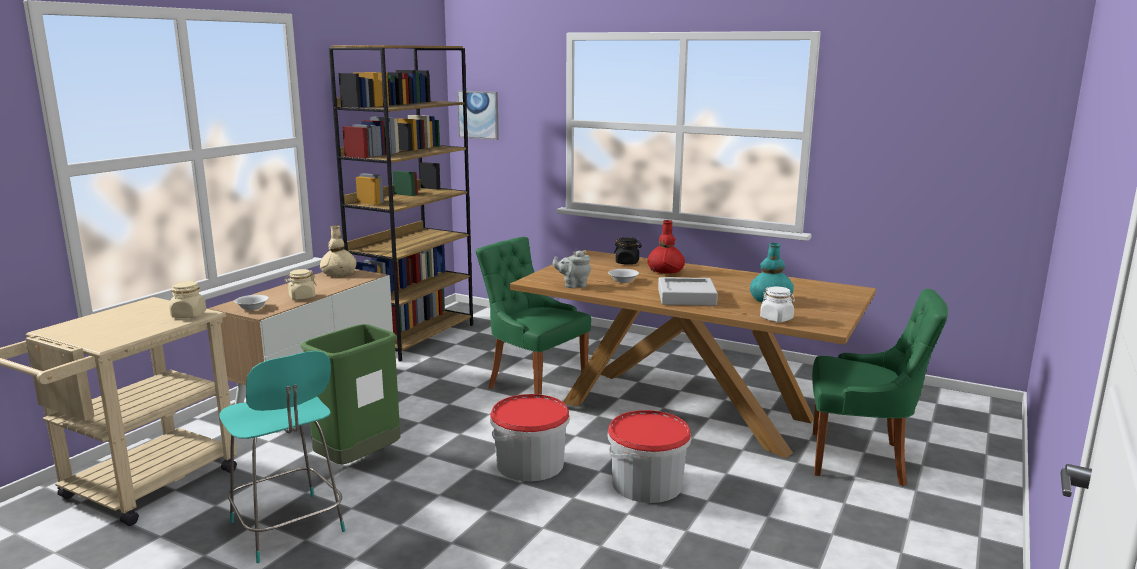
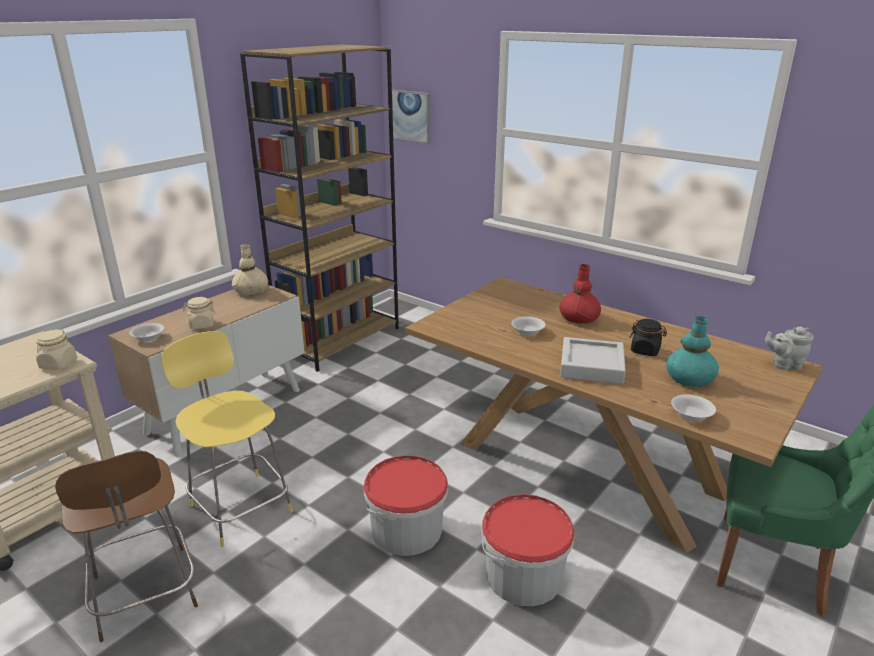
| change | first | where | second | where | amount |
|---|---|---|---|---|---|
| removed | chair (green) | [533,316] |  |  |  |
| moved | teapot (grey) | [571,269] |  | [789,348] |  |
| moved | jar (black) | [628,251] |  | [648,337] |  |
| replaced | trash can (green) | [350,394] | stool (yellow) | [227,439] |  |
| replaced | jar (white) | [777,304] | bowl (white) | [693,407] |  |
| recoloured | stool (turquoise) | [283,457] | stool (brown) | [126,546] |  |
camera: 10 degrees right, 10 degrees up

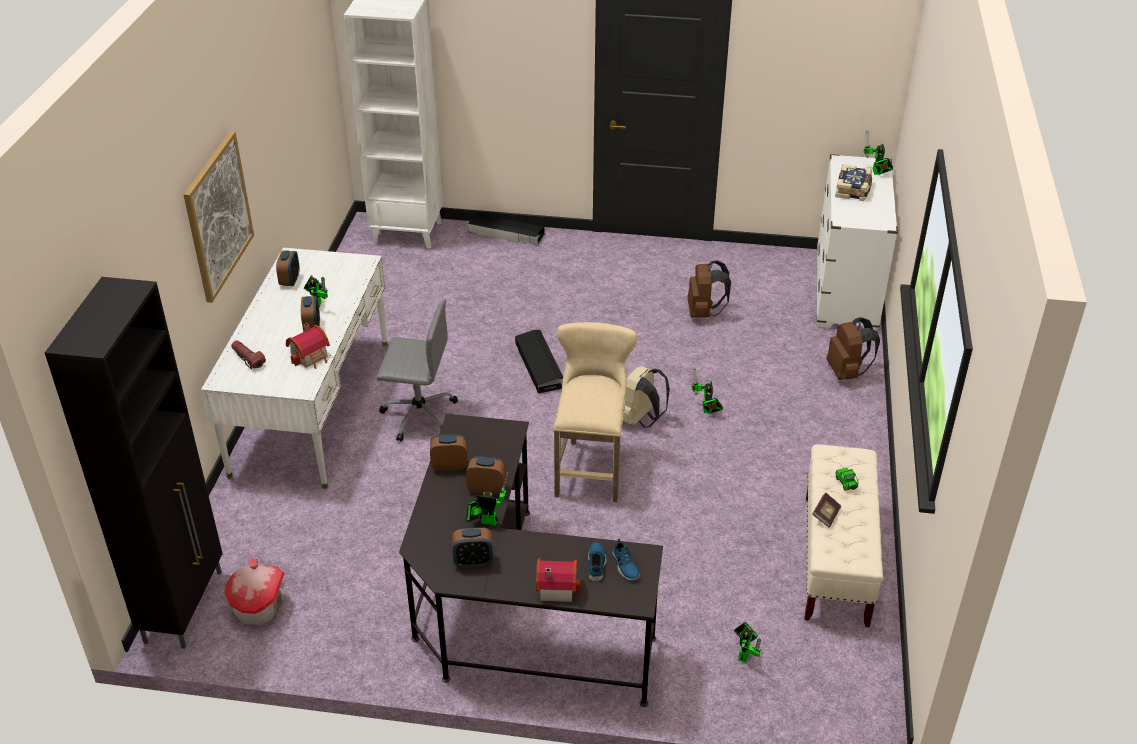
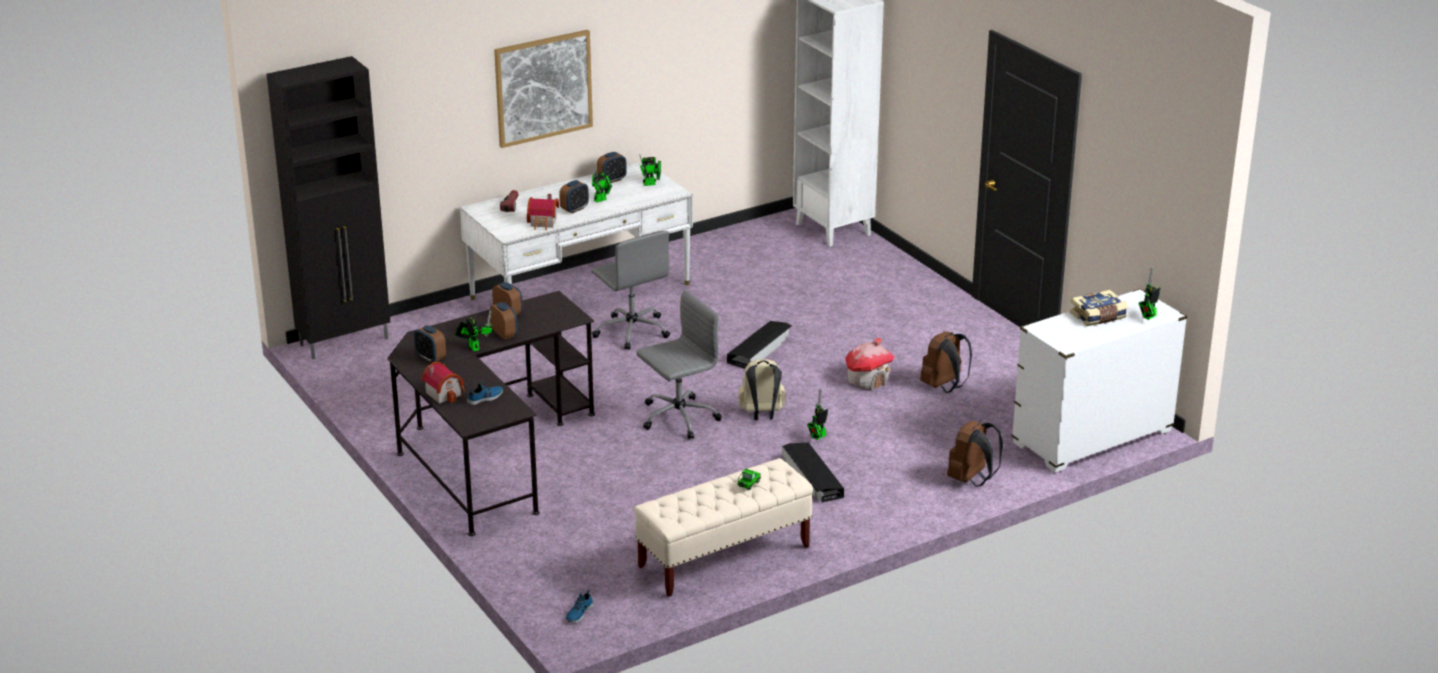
| change | first | where | second | where | amount |
|---|---|---|---|---|---|
| removed | book | [826,509] |  |  |  |
| moved | toy house | [255,591] |  | [870,364] |  |
| moved | storage box (black) | [506,229] |  | [813,473] |  |
| moved | shoe | [626,559] |  | [580,606] |  |
| moved | toy robot | [748,642] |  | [650,171] |  |
| replaced | stool (beige) | [595,412] | office chair (grey) | [679,364] |  |
camera: 50 degrees right, 10 degrees down

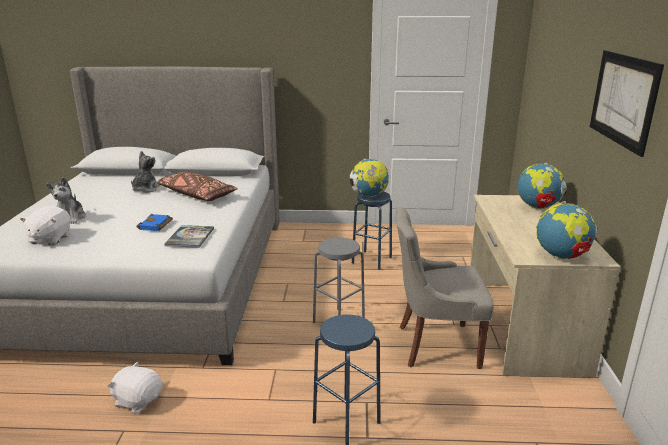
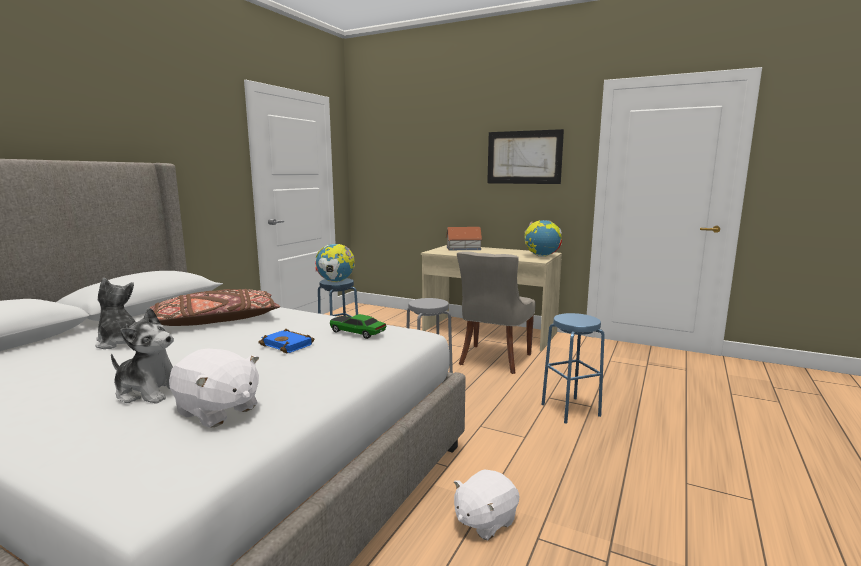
| change | first | where | second | where | amount |
|---|---|---|---|---|---|
| replaced | book | [189,236] | toy car | [358,326] |  |
| replaced | globe | [542,186] | toy house | [464,238] |  |
camera: 65 degrees left, 10 degrees down

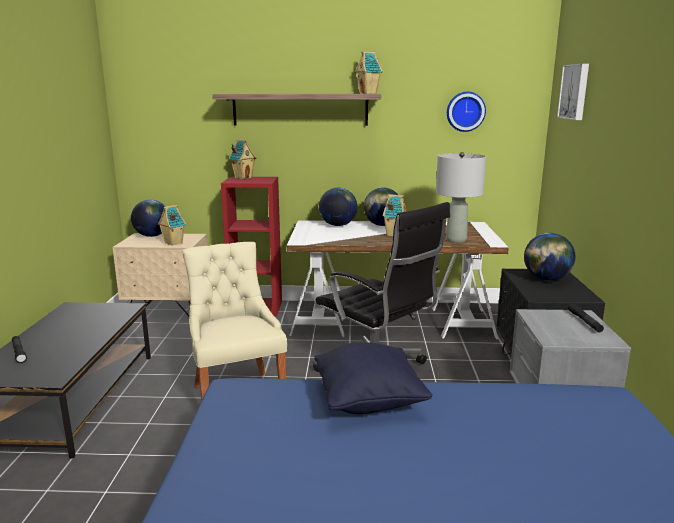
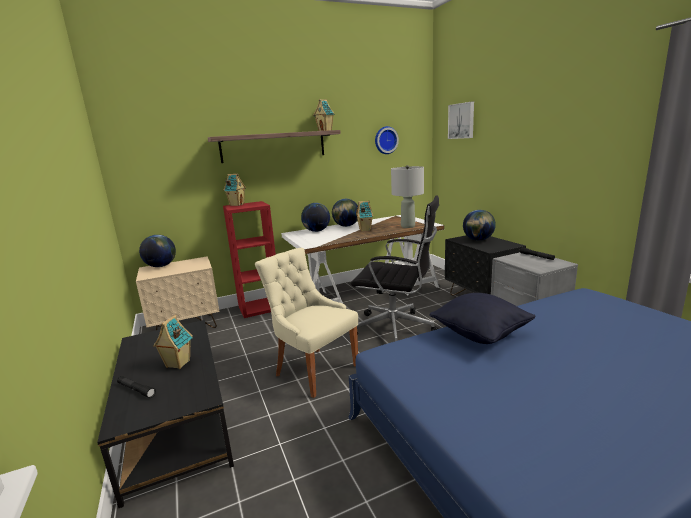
| change | first | where | second | where | amount |
|---|---|---|---|---|---|
| moved | toy house | [172,225] |  | [173,342] |  |
camera: 25 degrees left, 0 degrees up

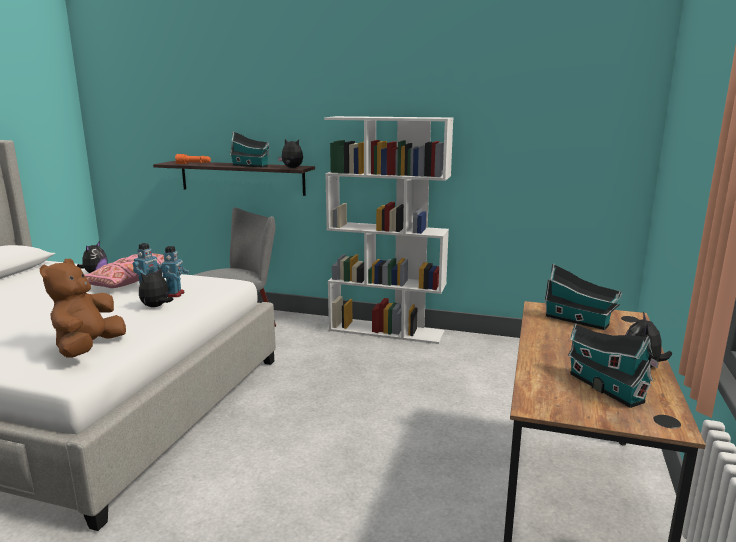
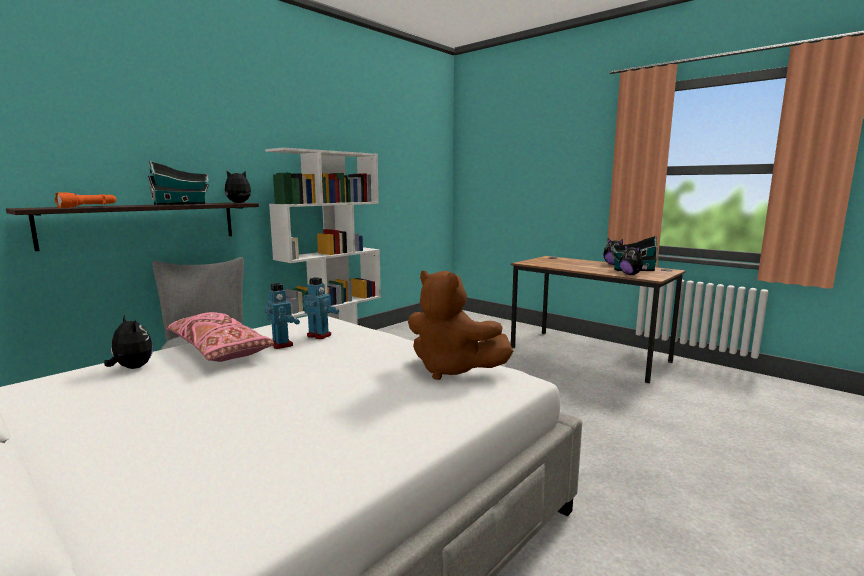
| change | first | where | second | where | amount |
|---|---|---|---|---|---|
| removed | toy house | [583,297] |  |  |  |
| moved | plush toy | [156,287] |  | [633,260] |  |
camera: 65 degrees left, 5 degrees down

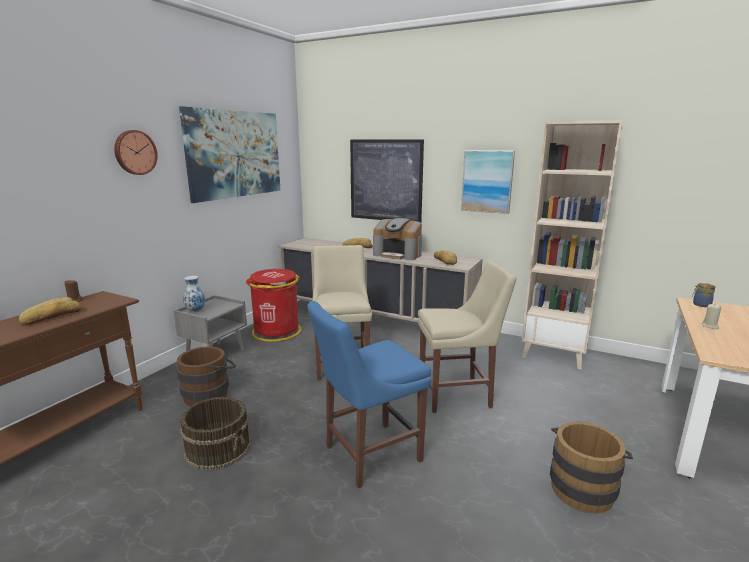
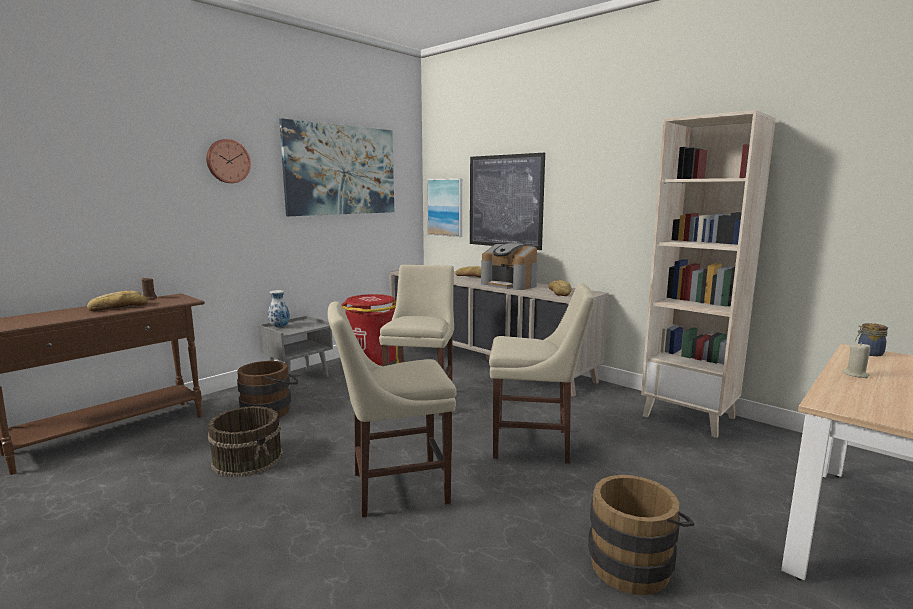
| change | first | where | second | where | amount |
|---|---|---|---|---|---|
| moved | picture | [488,182] |  | [444,208] |  |
| recoloured | chair (blue) | [369,394] | chair (beige) | [392,409] |  |
camera: 15 degrees right, 5 degrees down

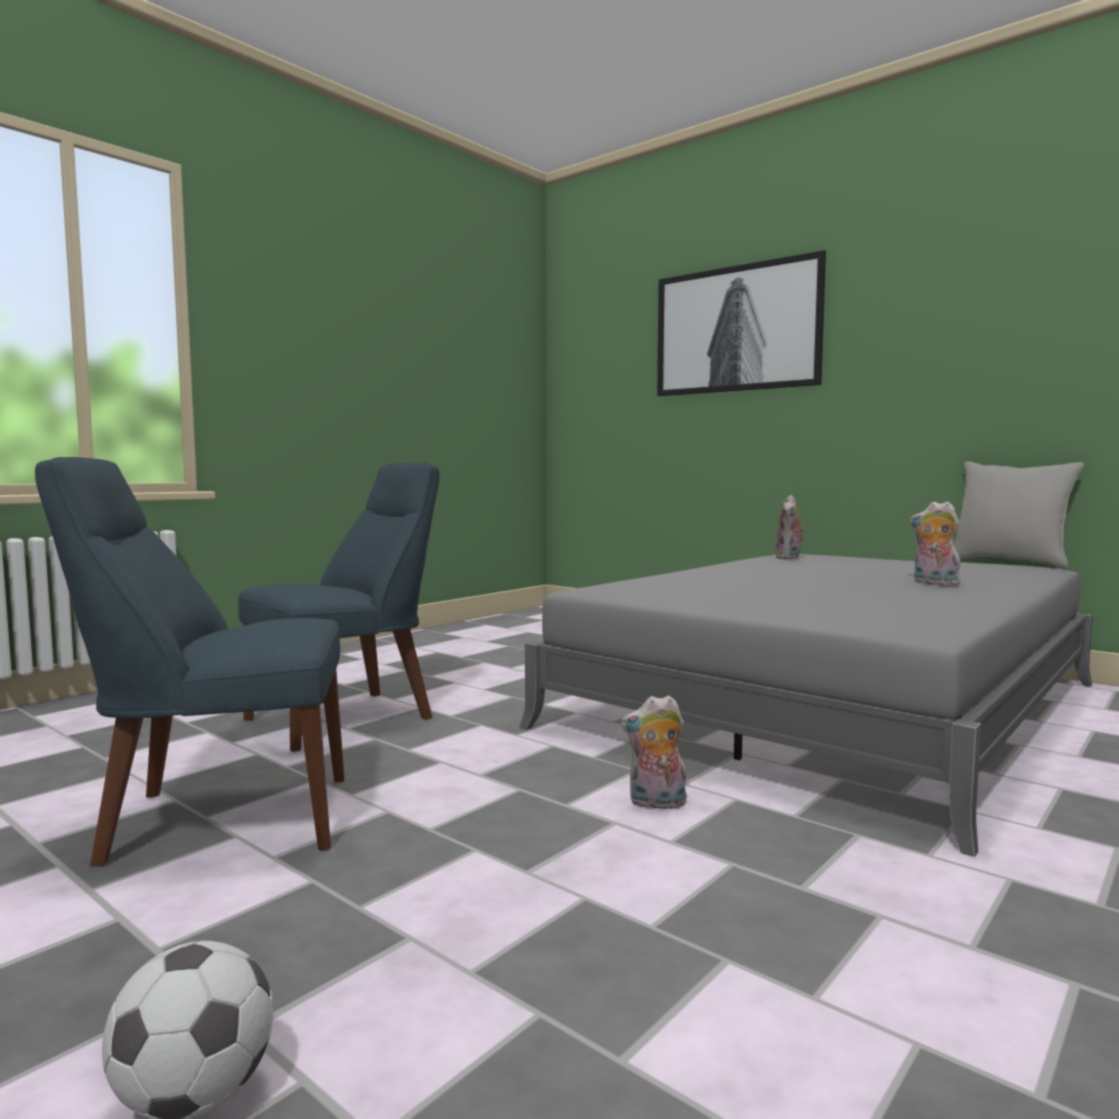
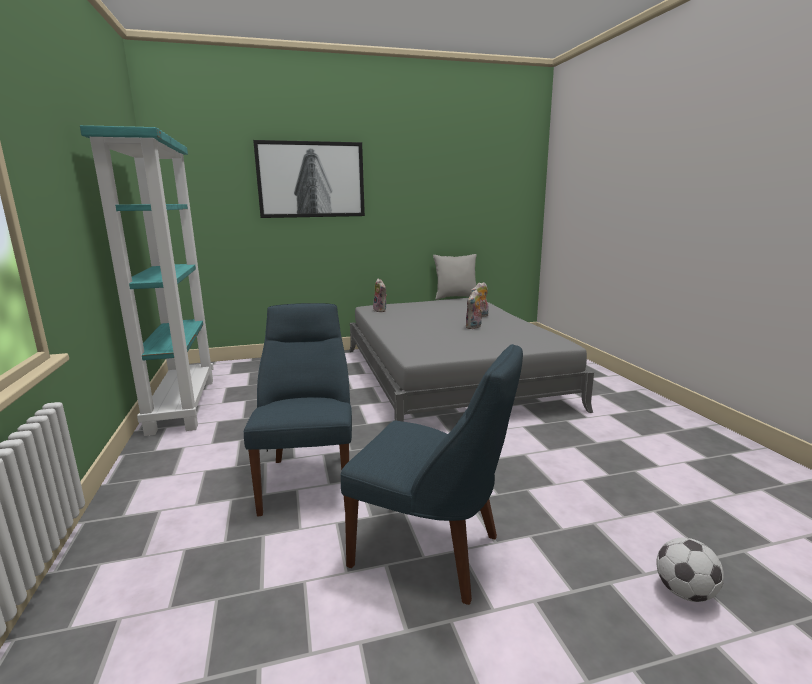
| change | first | where | second | where | amount |
|---|---|---|---|---|---|
| added |  |  | bookcase (turquoise) | [147,280] |  |
| moved | plush toy | [654,752] |  | [474,309] |  |
| turned | chair (blue) | [190,662] |  | [432,474] | 90 degrees counterclockwise |
camera: 55 degrees left, 10 degrees up

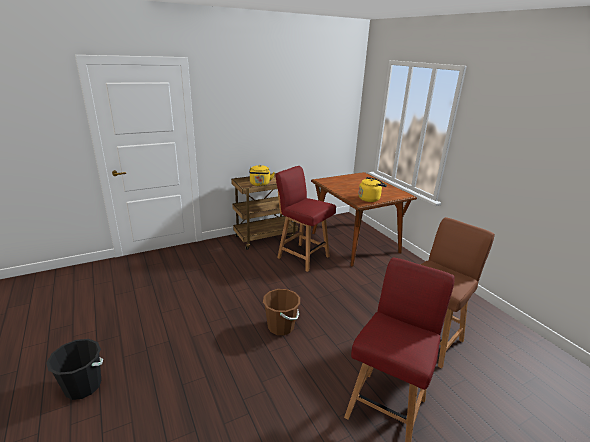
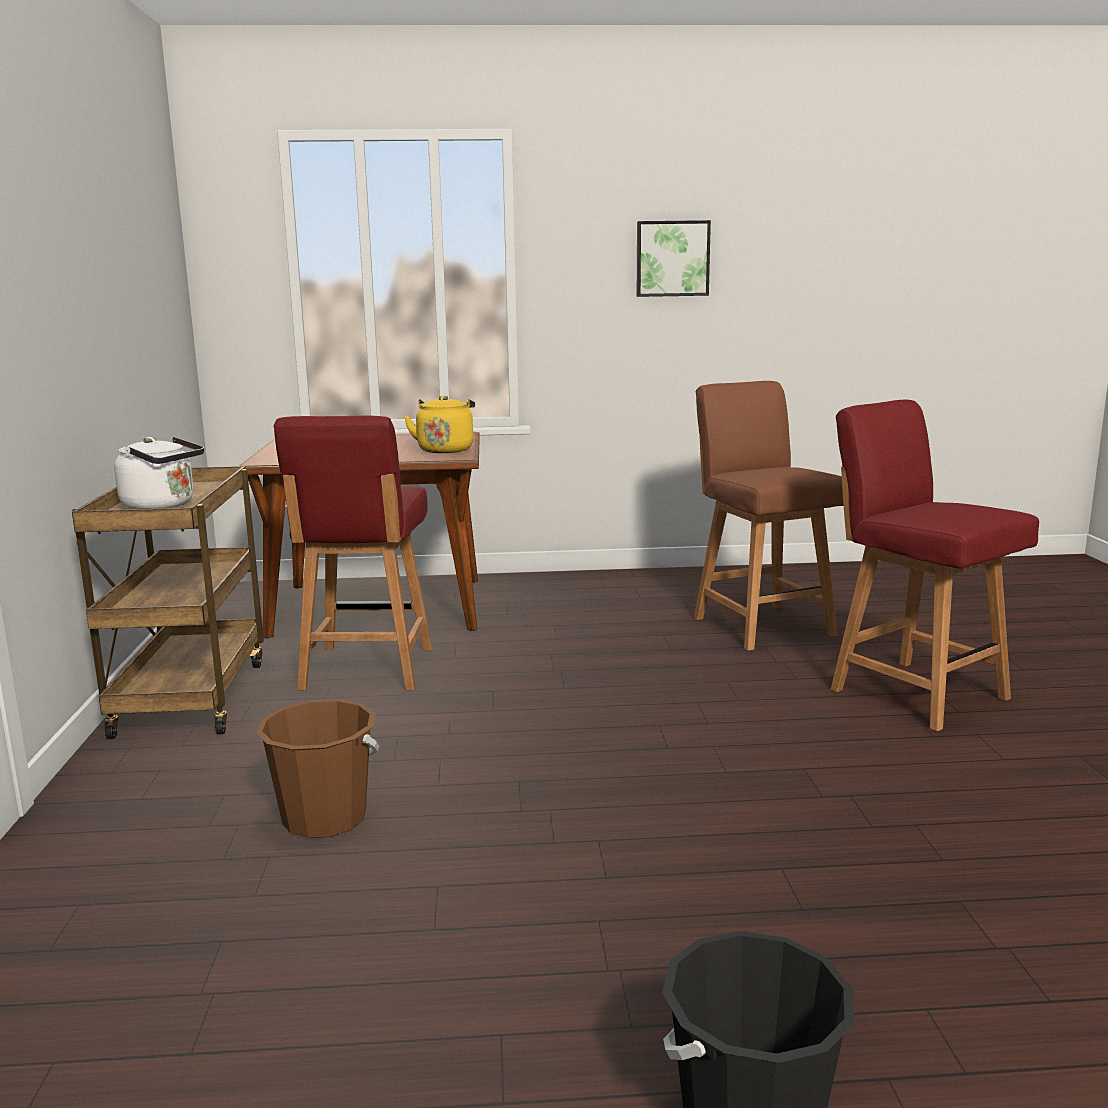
| change | first | where | second | where | amount |
|---|---|---|---|---|---|
| added |  |  | picture | [674,258] |  |
| moved | bucket (brown) | [281,312] |  | [317,768] |  |
| recoloured | kettle (yellow) | [262,175] | kettle (white) | [159,473] |  |
| turned | chair (red) | [305,219] |  | [353,552] | 60 degrees counterclockwise |
camera: 65 degrees left, 10 degrees down

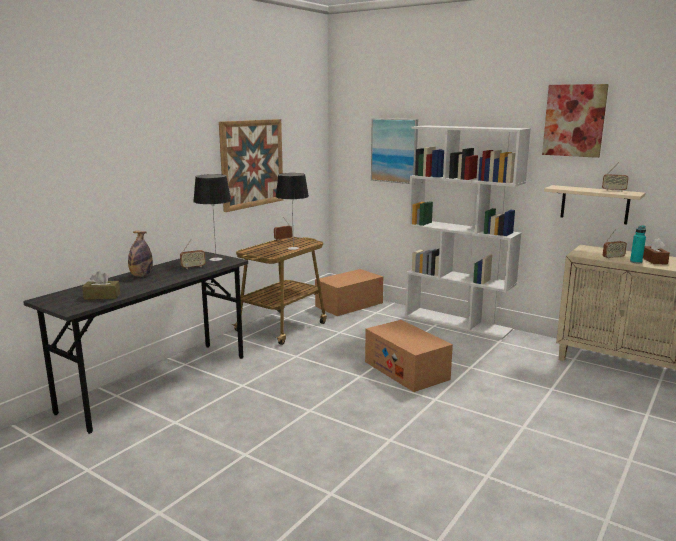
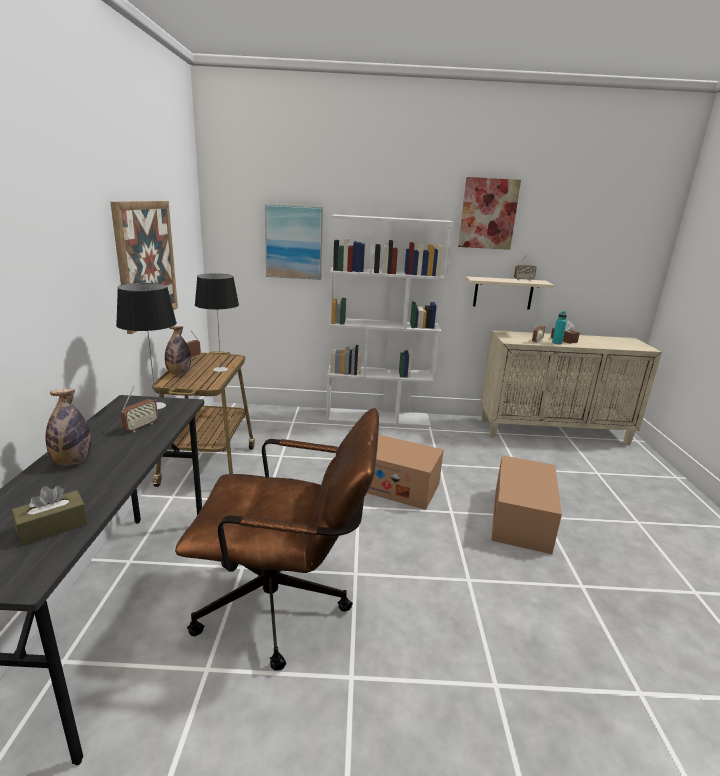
| change | first | where | second | where | amount |
|---|---|---|---|---|---|
| added |  |  | bottle | [178,350] |  |
| added |  |  | office chair (brown) | [277,539] |  |
| moved | cardboard box | [349,292] |  | [526,504] |  |
camera: 35 degrees left, 5 degrees up

